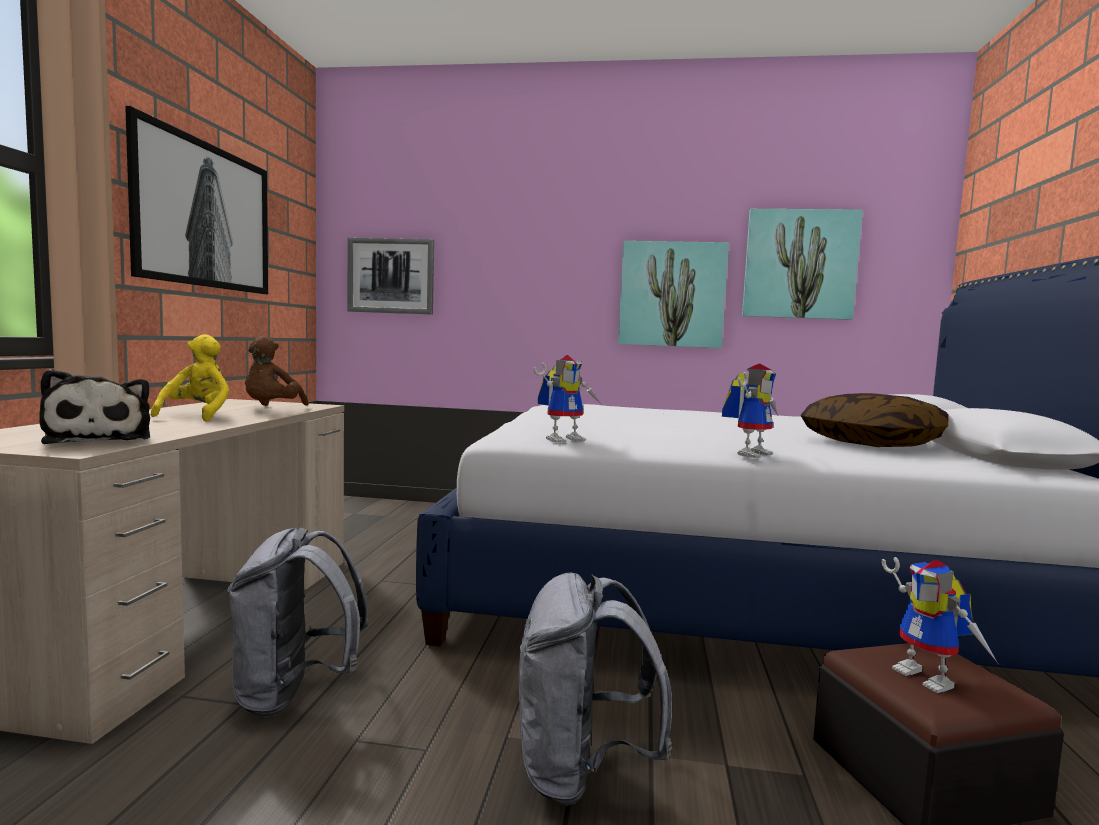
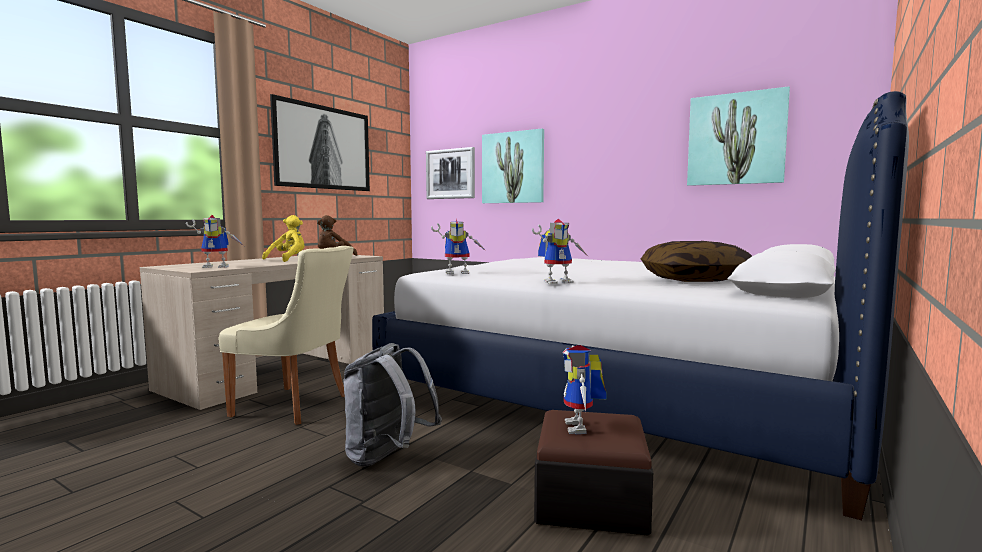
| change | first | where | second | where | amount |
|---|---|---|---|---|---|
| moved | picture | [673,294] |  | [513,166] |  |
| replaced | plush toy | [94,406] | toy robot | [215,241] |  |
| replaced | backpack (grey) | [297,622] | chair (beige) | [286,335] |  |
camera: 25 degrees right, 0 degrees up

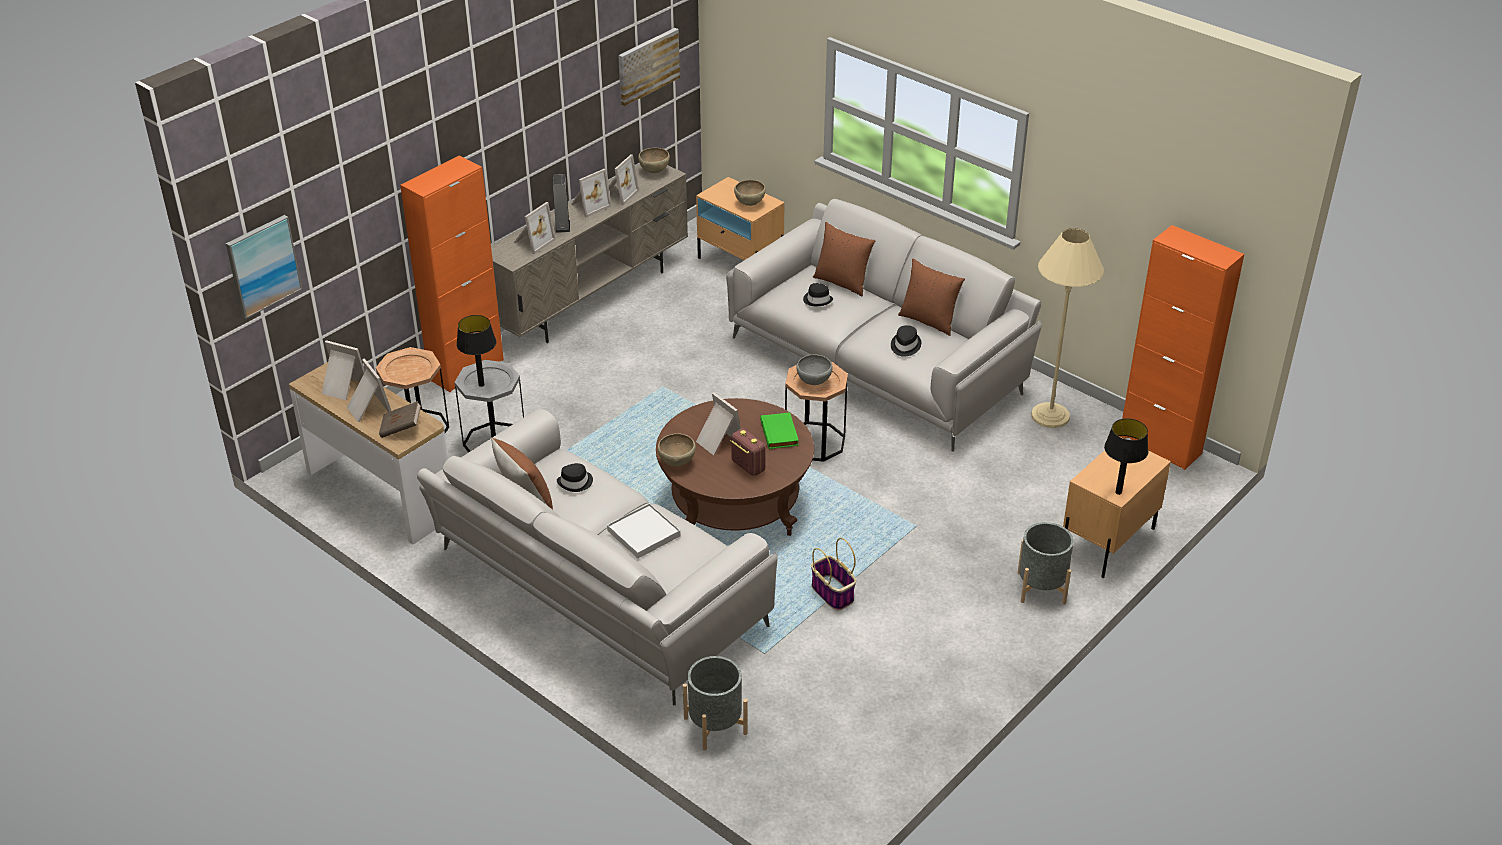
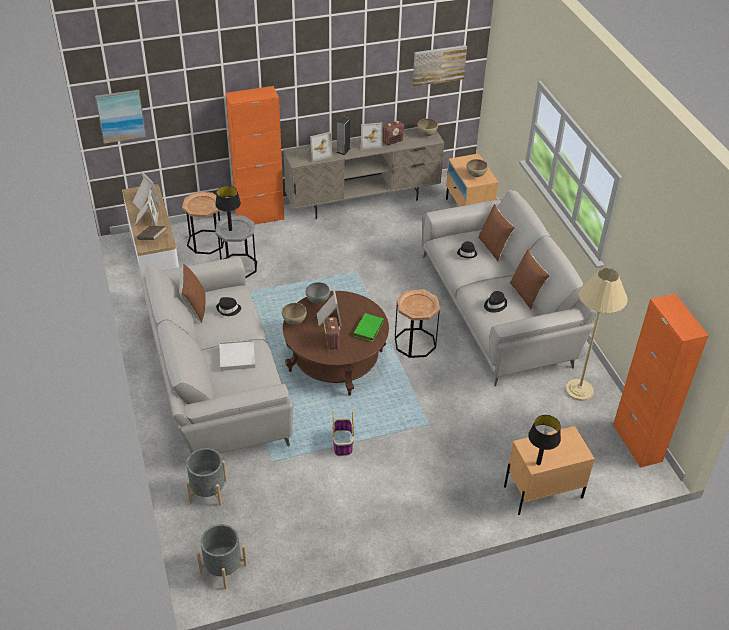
| change | first | where | second | where | amount |
|---|---|---|---|---|---|
| moved | bowl (grey) | [814,369] |  | [317,293] |  |
| moved | planter (grey) | [1046,563] |  | [222,556] |  |
| replaced | picture frame | [624,179] | radio | [393,133] |  |
camera: 30 degrees right, 5 degrees up

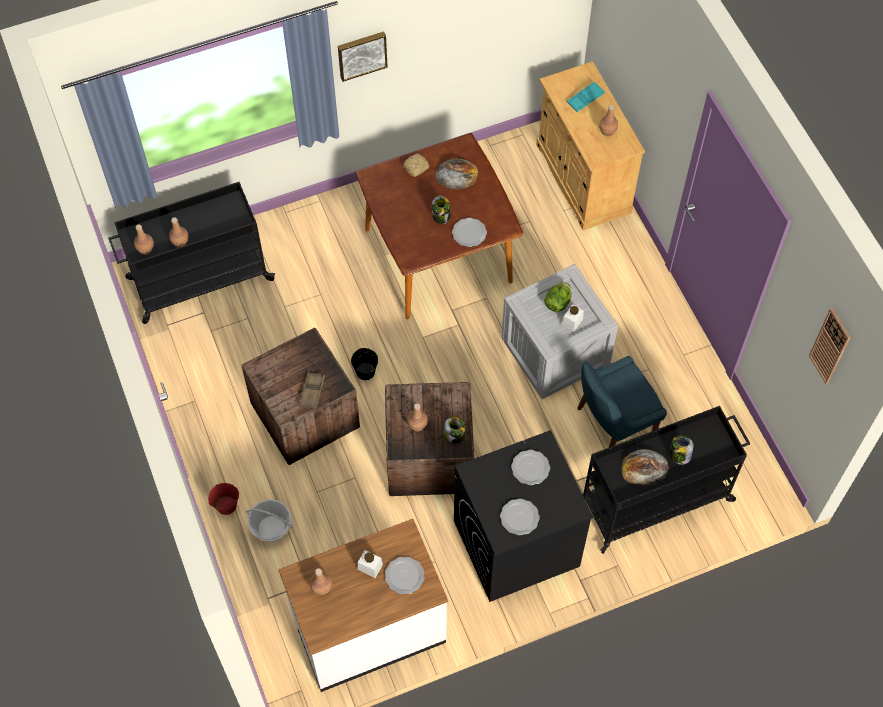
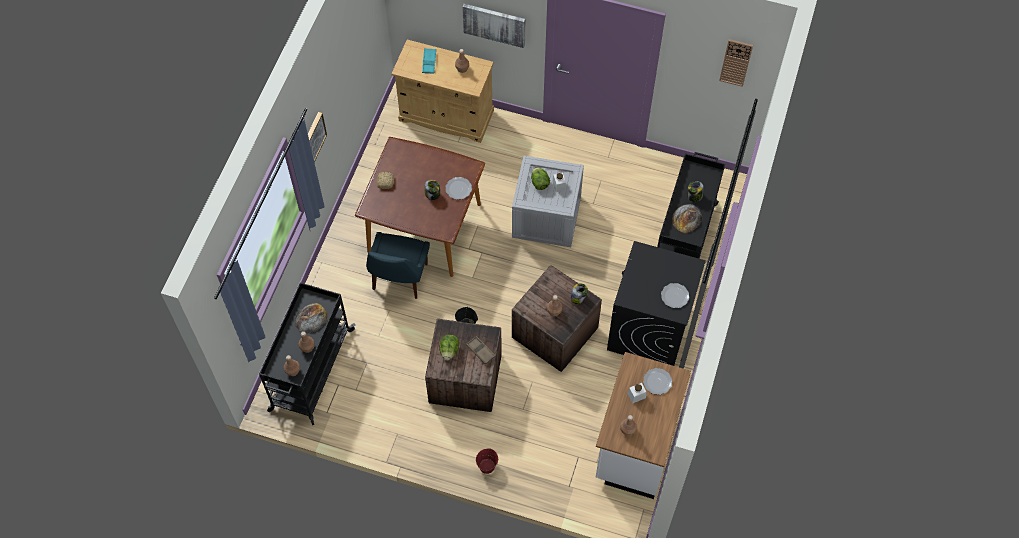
| change | first | where | second | where | amount |
|---|---|---|---|---|---|
| removed | basket | [269,520] |  |  |  |
| removed | plate | [530,467] |  |  |  |
| added |  |  | lettuce | [449,347] |  |
| added |  |  | picture | [493,26] |  |
| moved | bread | [456,173] |  | [311,318] |  |
| moved | chair (blue) | [622,401] |  | [398,265] |  |
camera: 50 degrees left, 0 degrees up

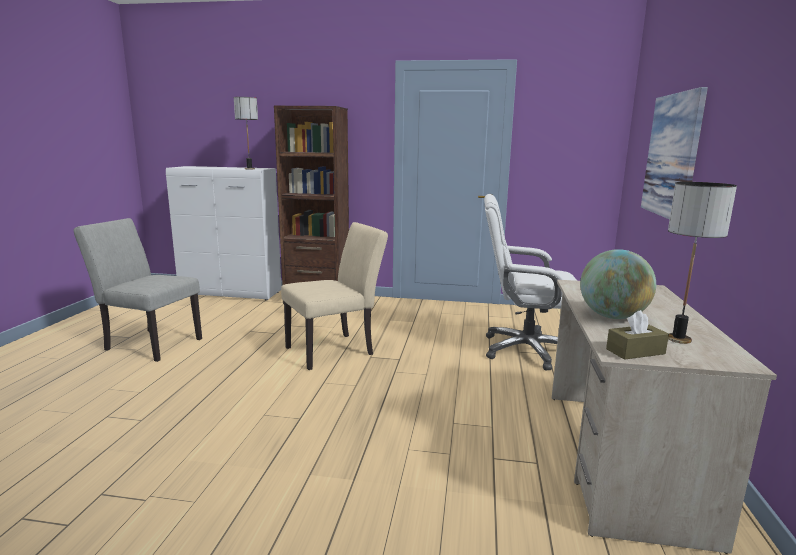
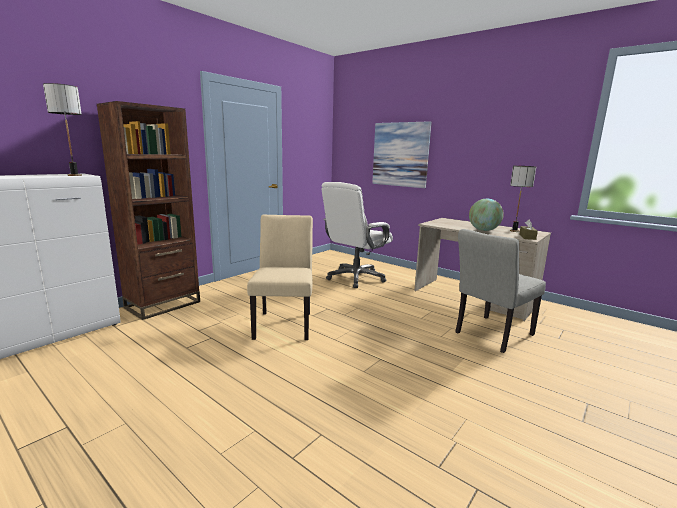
| change | first | where | second | where | amount |
|---|---|---|---|---|---|
| moved | chair (grey) | [138,290] |  | [500,291] |  |
camera: 60 degrees left, 0 degrees up

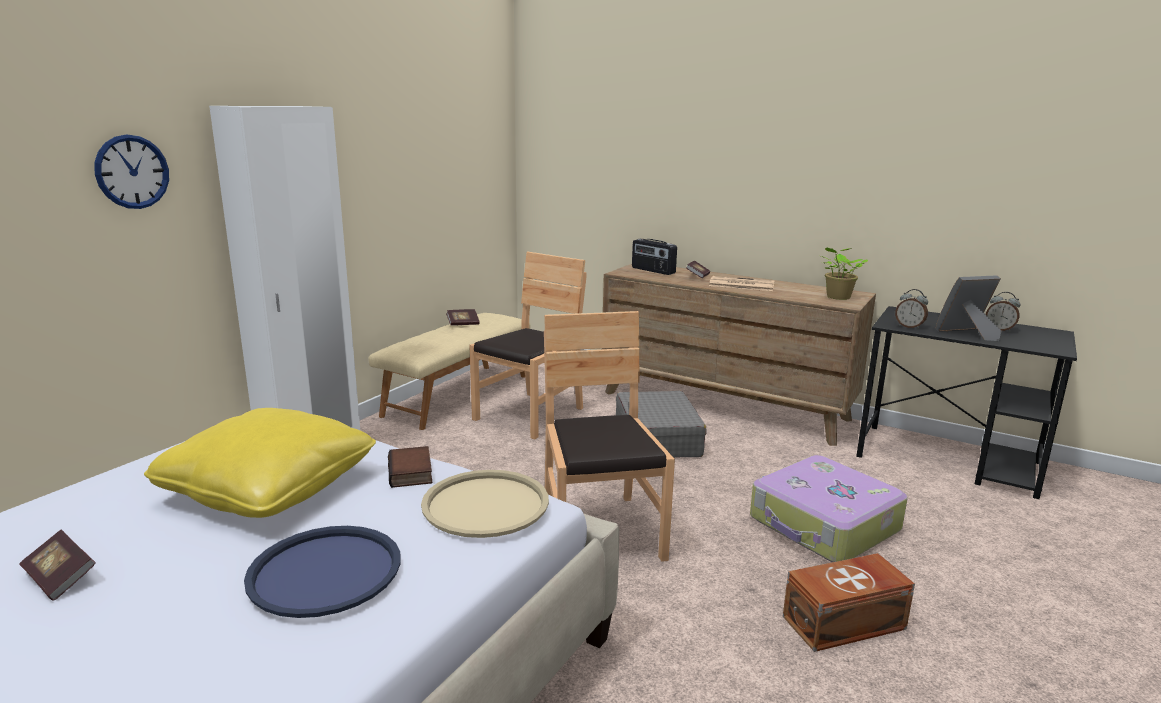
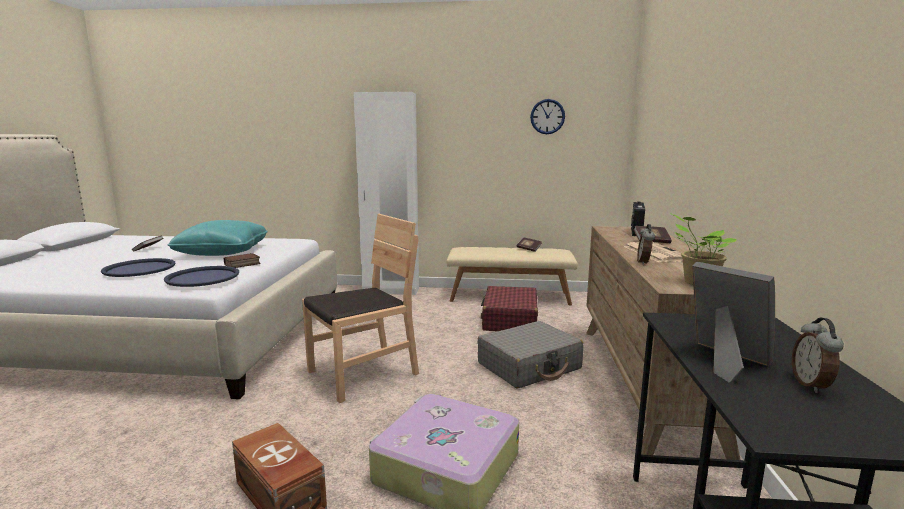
| change | first | where | second | where | amount |
|---|---|---|---|---|---|
| moved | wall clock | [131,172] |  | [547,116] |  |
| moved | alarm clock | [911,309] |  | [646,244] |  |
| replaced | chair (brown) | [528,346] | suitcase (red) | [509,308] |  |
| recoloured | pillow (yellow) | [260,463] | pillow (turquoise) | [218,238] |  |
| recoloured | tray (beige) | [485,504] | tray (blue) | [201,276] |  |
camera: 65 degrees right, 5 degrees down

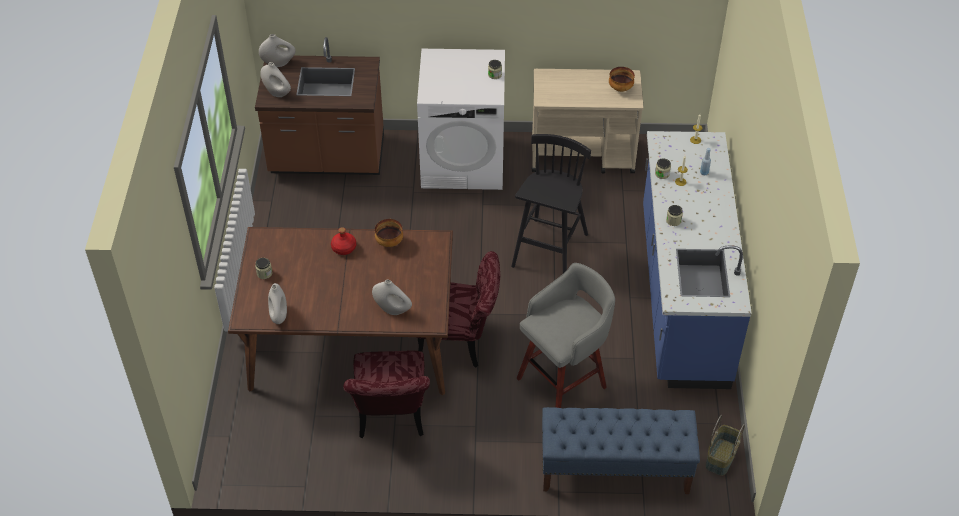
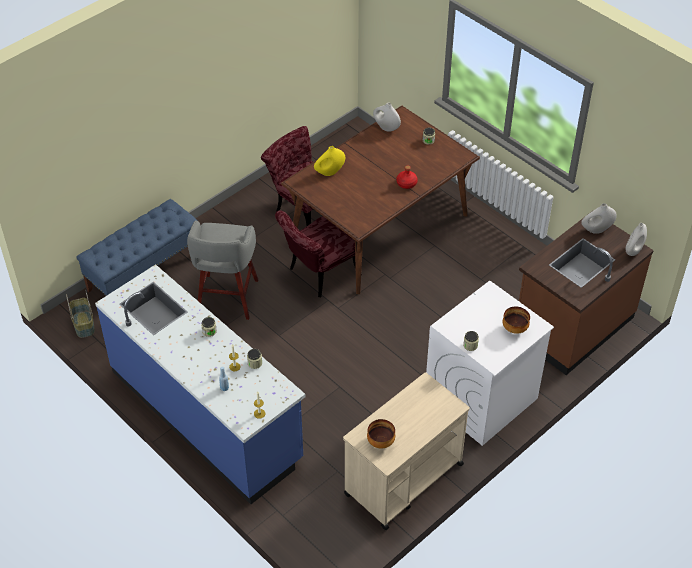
| change | first | where | second | where | amount |
|---|---|---|---|---|---|
| removed | stool (black) | [551,203] |  |  |  |
| moved | bowl | [389,233] |  | [516,320] |  |
| recoloured | vase (white) | [392,297] | vase (yellow) | [329,161] |  |
camera: 135 degrees right, 0 degrees up

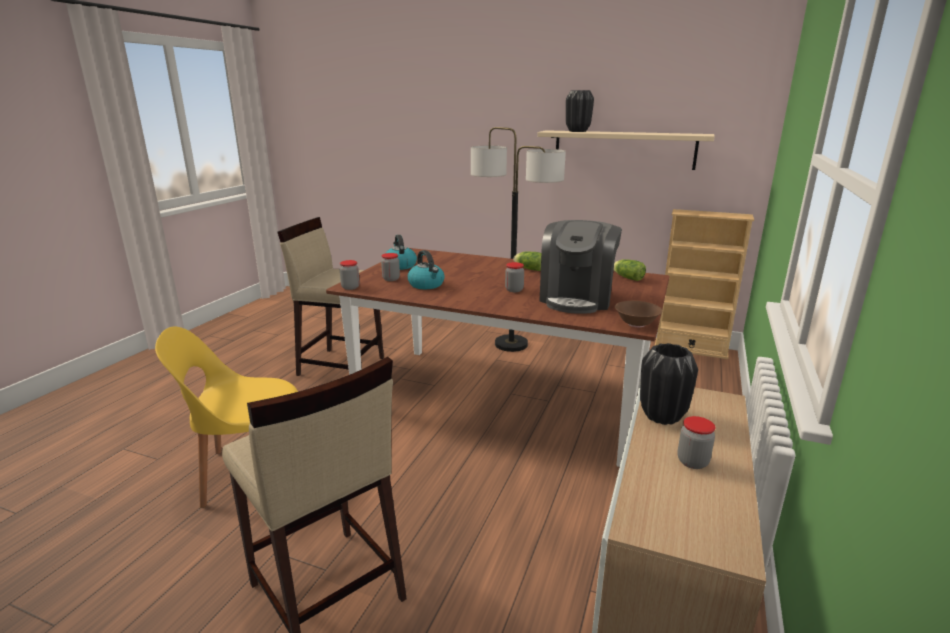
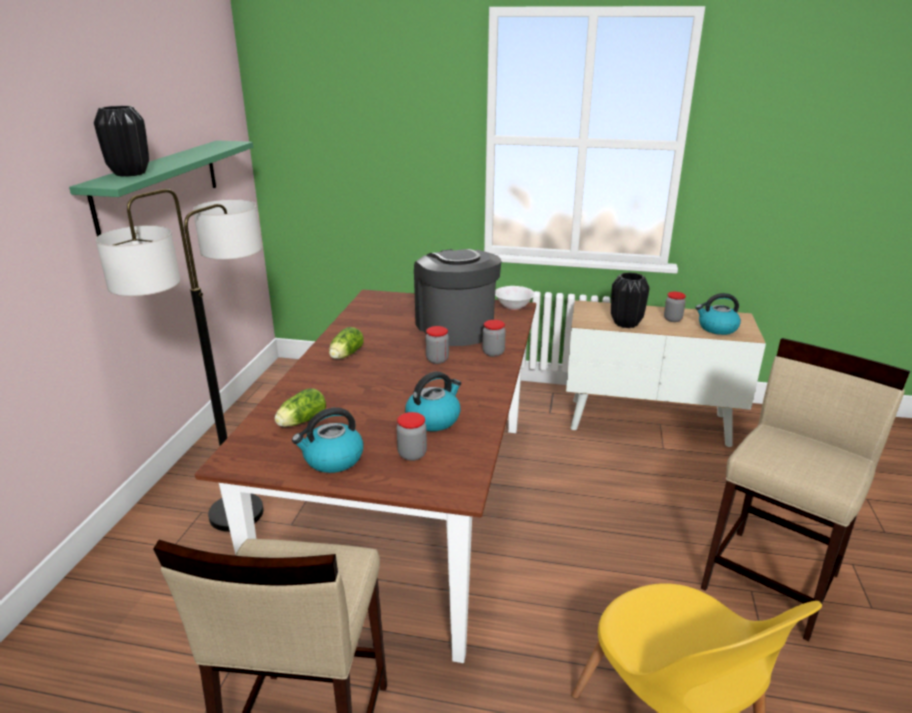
| change | first | where | second | where | amount |
|---|---|---|---|---|---|
| removed | bookcase (beige) | [704,284] |  |  |  |
| added |  |  | kettle | [718,314] |  |
| moved | jar | [350,275] |  | [494,338] |  |
| moved | lettuce | [630,270] |  | [300,407] |  |
| recoloured | shelf (beige) | [626,150] | shelf (green) | [161,188] |  |
| recoloured | bowl (brown) | [638,314] | bowl (white) | [515,298] |  |
| turned | coffee machine | [581,267] |  | [458,297] | 120 degrees counterclockwise |
camera: 100 degrees left, 5 degrees up

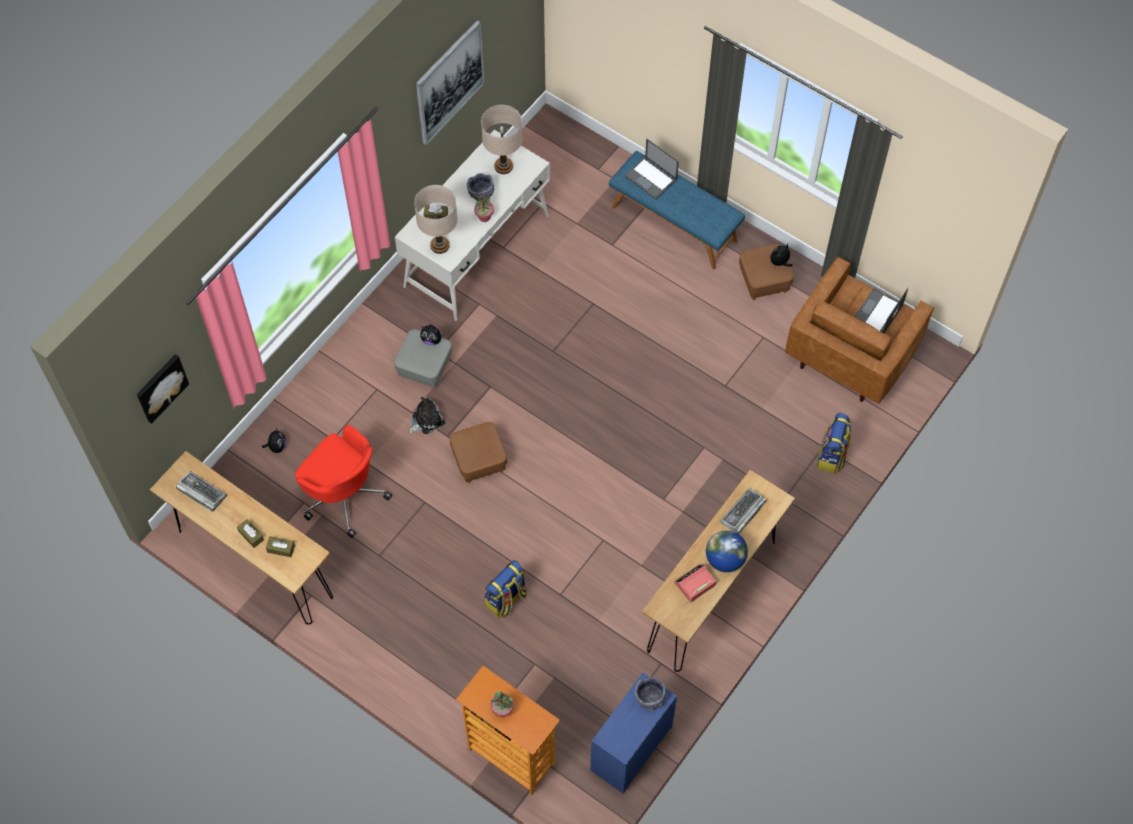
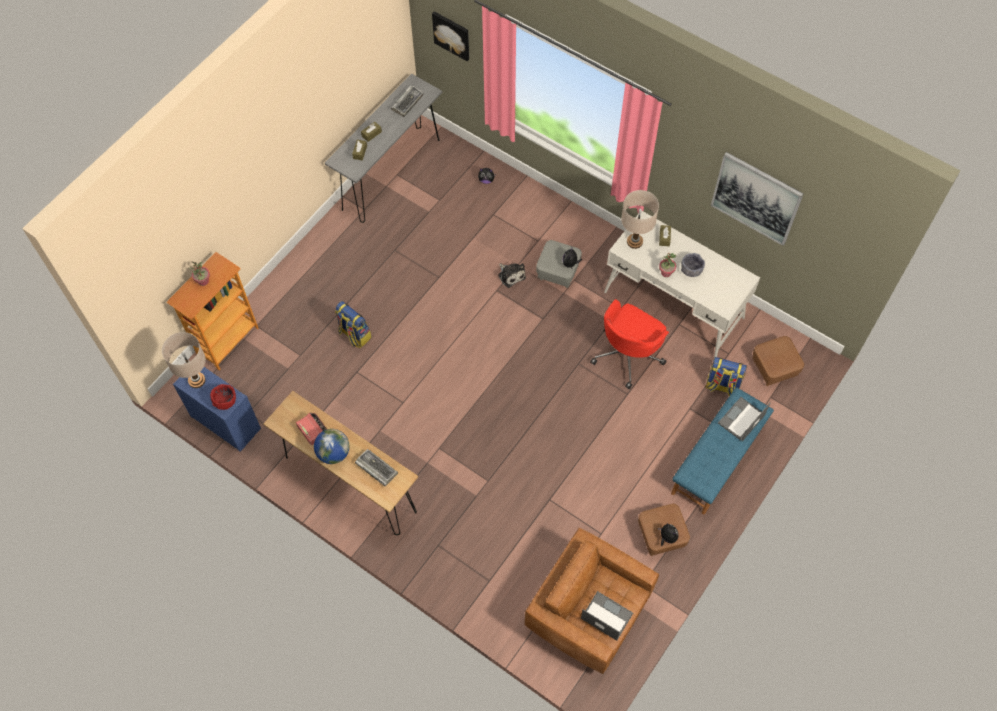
| change | first | where | second | where | amount |
|---|---|---|---|---|---|
| moved | office chair (red) | [343,481] |  | [629,344] |  |
| moved | ottoman (brown) | [478,452] |  | [778,361] |  |
| moved | table lamp (beige) | [501,139] |  | [184,360] |  |
| moved | backpack | [834,443] |  | [726,376] |  |
| recoloured | console table (brown) | [241,537] | console table (grey) | [383,148] |  |
| recoloured | bowl (grey) | [650,694] | bowl (red) | [223,397] |  |
camera: 90 degrees right, 0 degrees up

